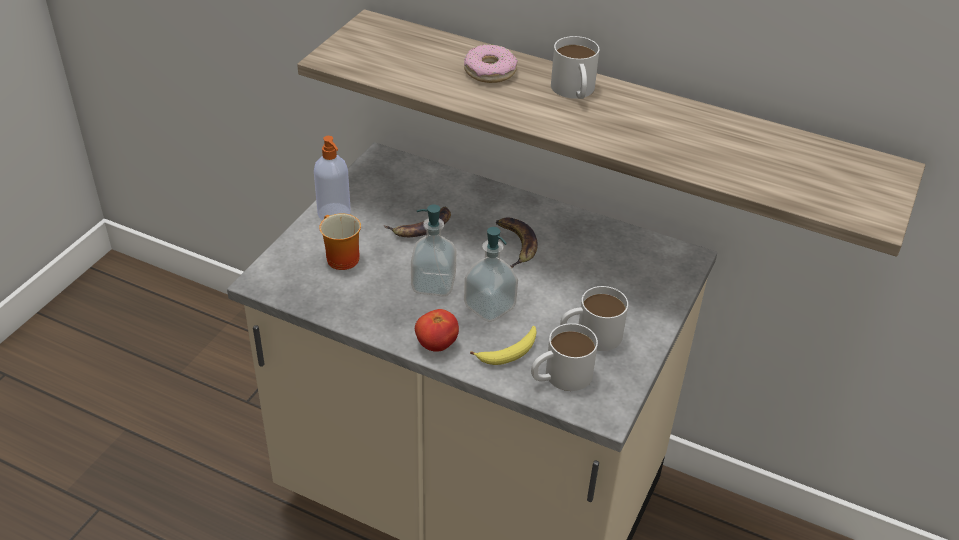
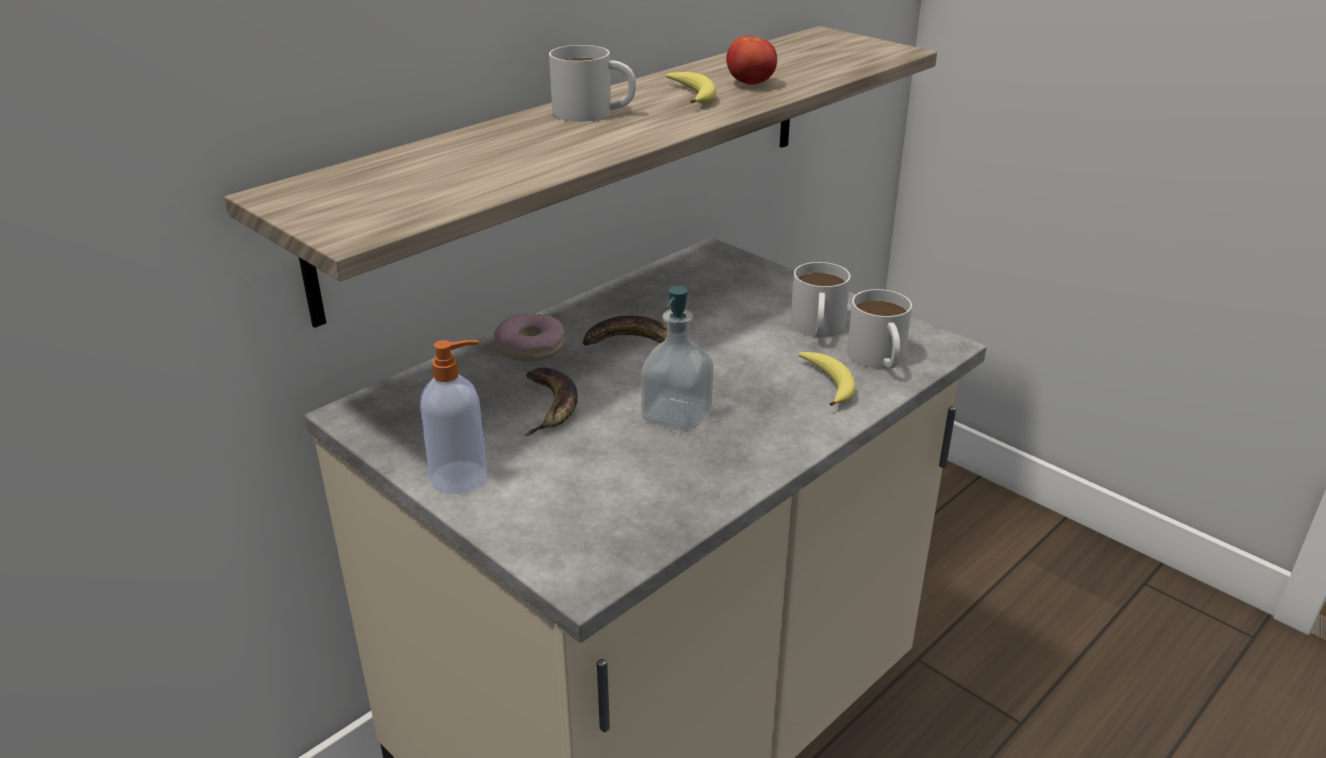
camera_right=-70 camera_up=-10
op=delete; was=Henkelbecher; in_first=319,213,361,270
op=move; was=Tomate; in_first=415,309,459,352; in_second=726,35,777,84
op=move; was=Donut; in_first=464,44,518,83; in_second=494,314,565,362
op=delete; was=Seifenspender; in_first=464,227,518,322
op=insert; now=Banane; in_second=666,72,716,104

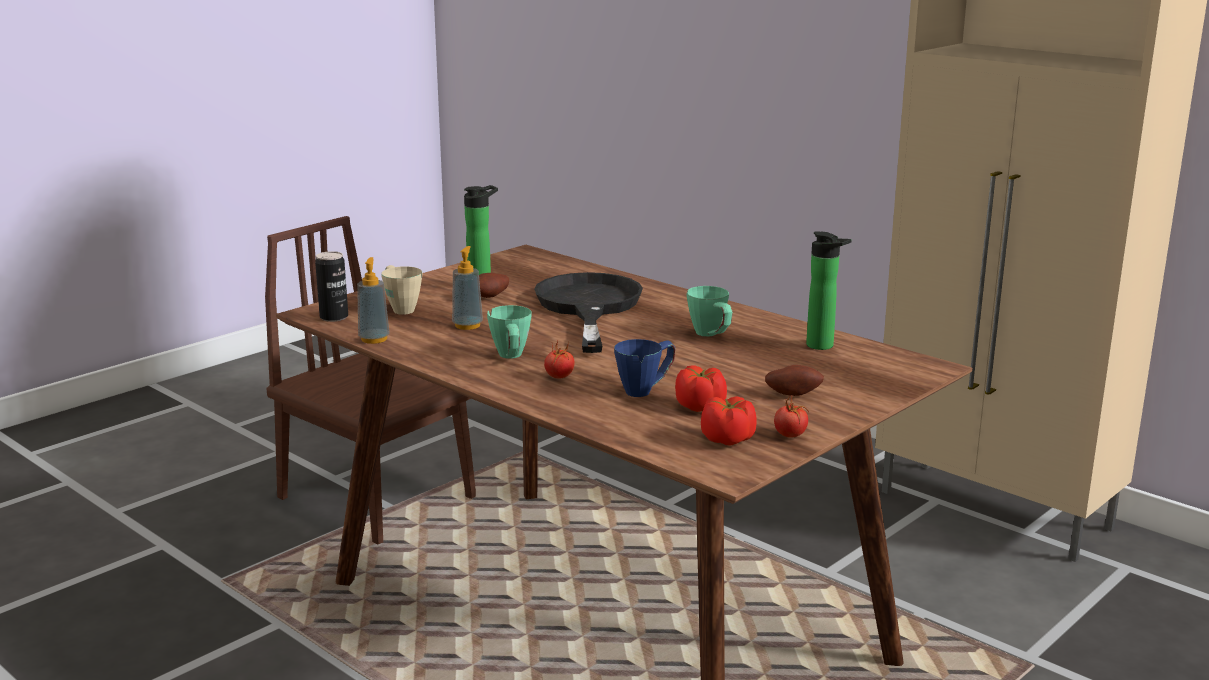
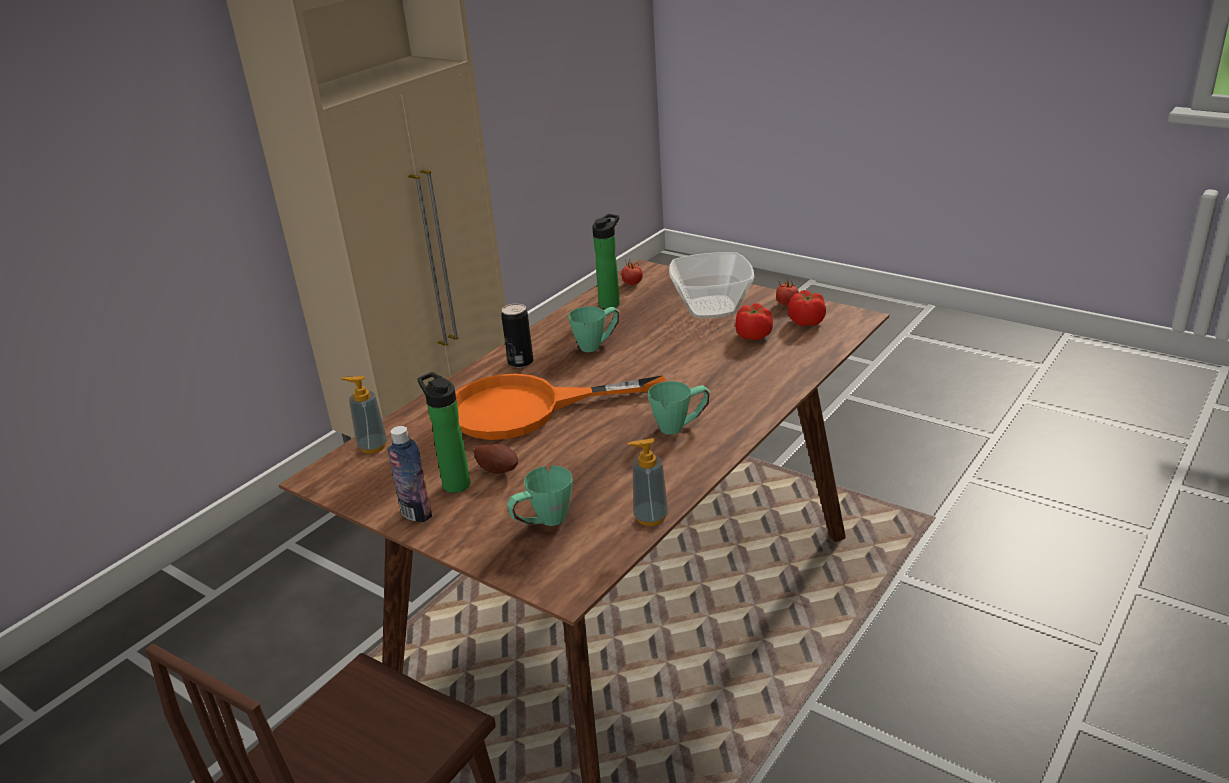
camera_right=-95 camera_up=10
op=move; was=Dose; in_first=315,251,348,322; in_second=501,303,533,368
op=recolor; was=Henkelbecher (beige); now=Henkelbecher (grün); in_first=381,265,422,315; in_second=507,466,573,526
op=move; was=Seifenspender; in_first=452,246,483,330; in_second=342,376,387,454
op=recolor; was=Pfanne (schwarz); now=Pfanne (orange); in_first=534,272,643,353; in_second=455,374,666,440
op=move; was=Tomate; in_first=544,341,575,378; in_second=621,260,643,285
op=delete; was=Henkelbecher (blau); in_first=614,339,675,397
op=replace; was=Kartoffel; now=Schüssel; in_first=765,365,824,396; in_second=669,252,755,319
op=insert; now=Flasche; in_second=387,426,432,522

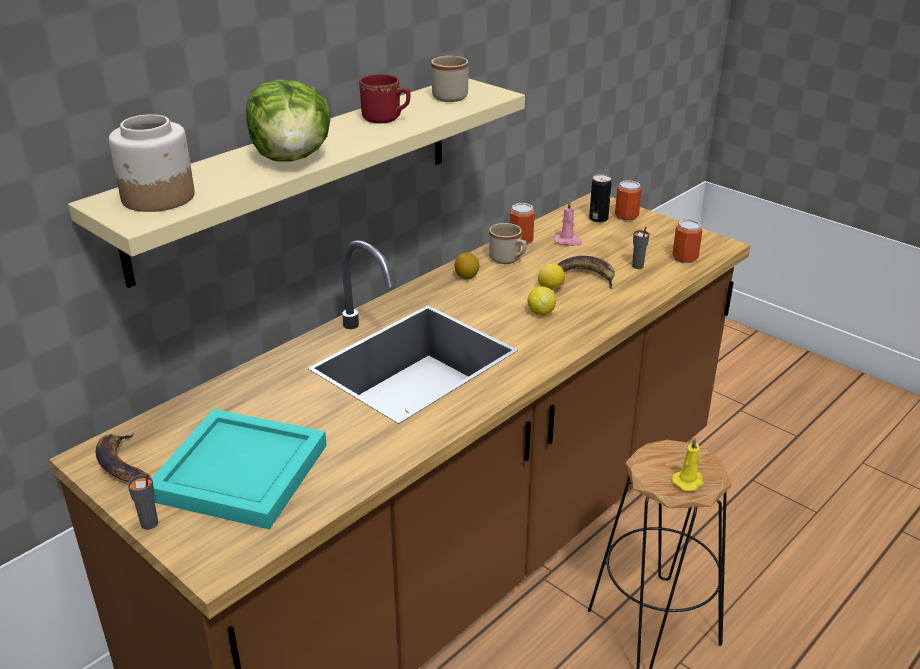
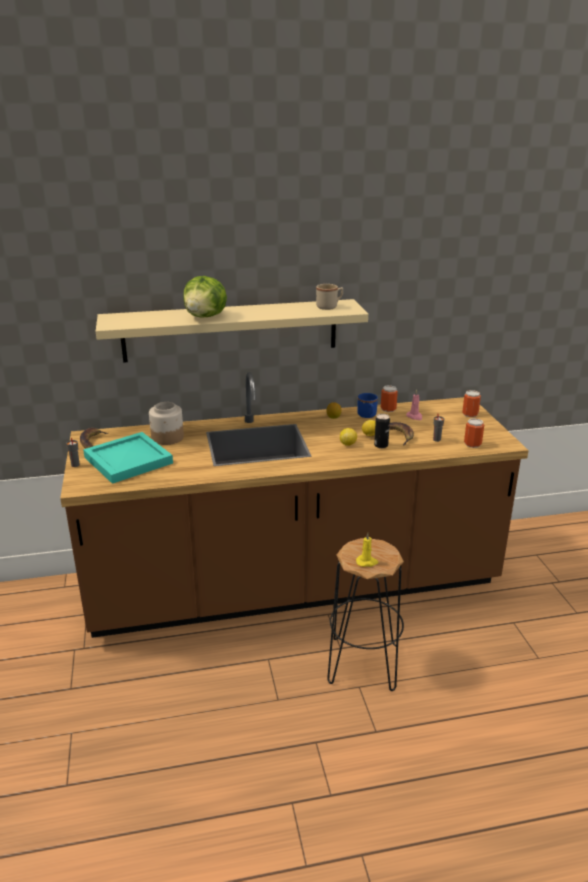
camera_right=35 camera_up=-5
op=move; was=Vorratsglas; in_first=109,114,194,212; in_second=149,402,184,445
op=delete; was=Henkelbecher (rot); in_first=359,74,410,123
op=recolor; was=Henkelbecher (beige); now=Henkelbecher (blau); in_first=489,223,527,264; in_second=357,393,378,418
op=move; was=Dose; in_first=589,174,612,223; in_second=374,414,390,448

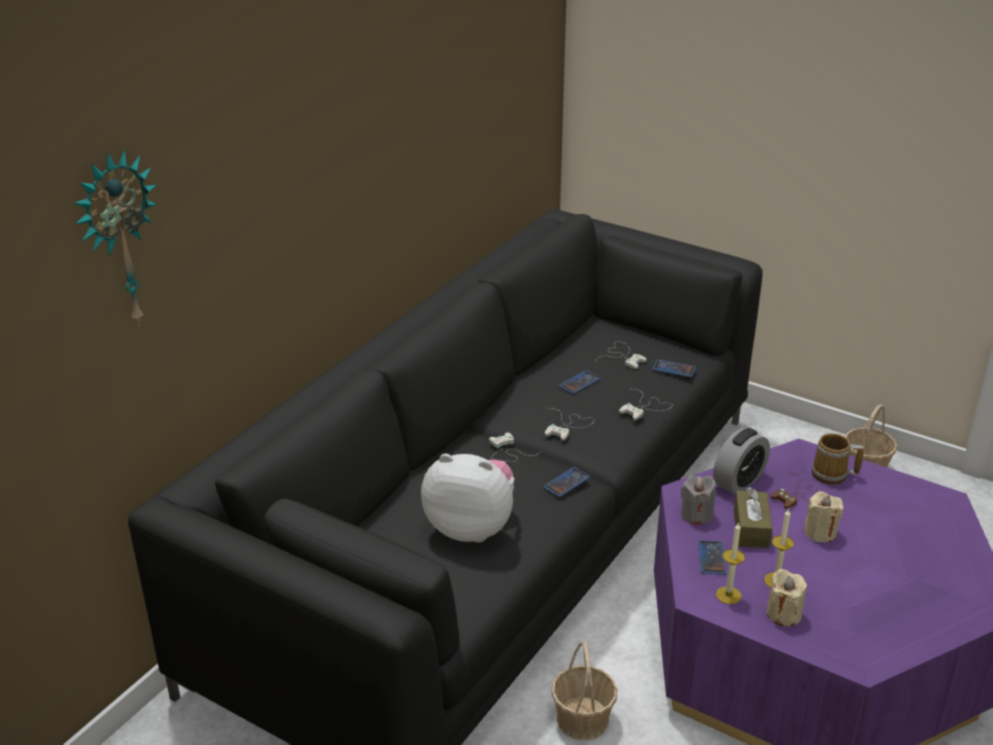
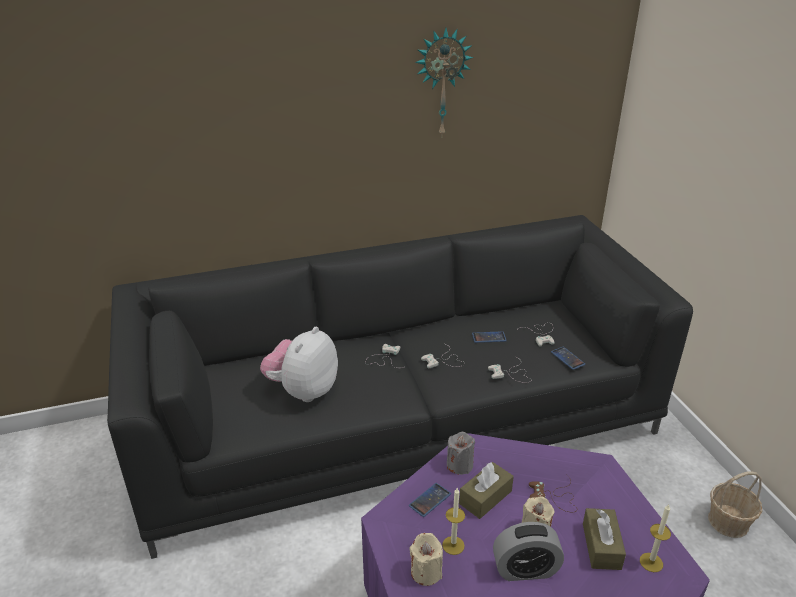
camera_right=40 camera_up=0
op=move; was=Wanduhr; in_first=74,149,157,326; in_second=415,28,473,137
op=rotate; was=Plüschtier; in_first=421,453,515,543; in_second=260,327,338,402; clockwise=-120
op=delete; was=Handy; in_first=543,467,590,497
op=delete; was=Korb; in_first=551,642,618,740
op=move; was=Wecker; in_first=713,428,770,495; in_second=493,522,564,581
op=move; was=Kerze; in_first=716,522,745,604; in_second=640,505,671,572
op=delete; was=Henkelbecher; in_first=812,433,864,485
op=insert; now=Taschentuchbox (braun); in_second=583,508,626,570

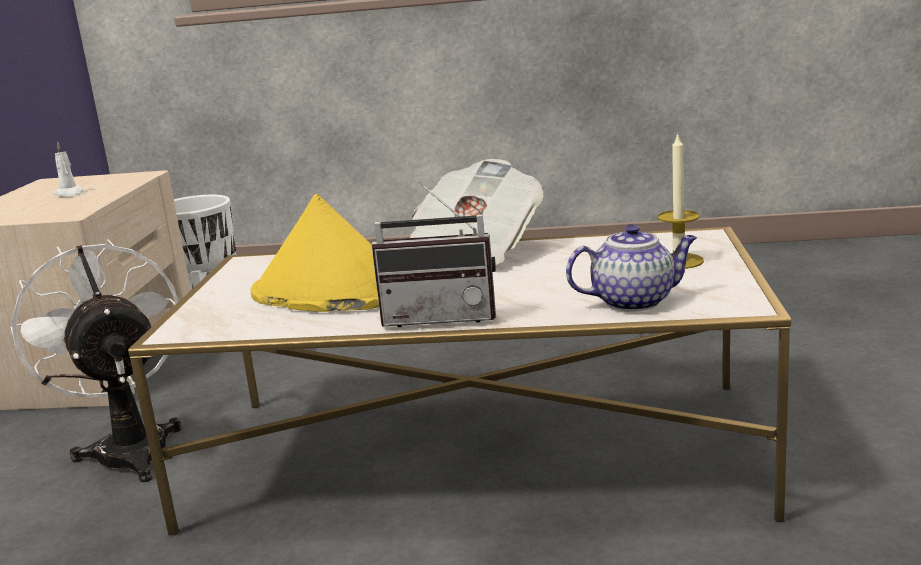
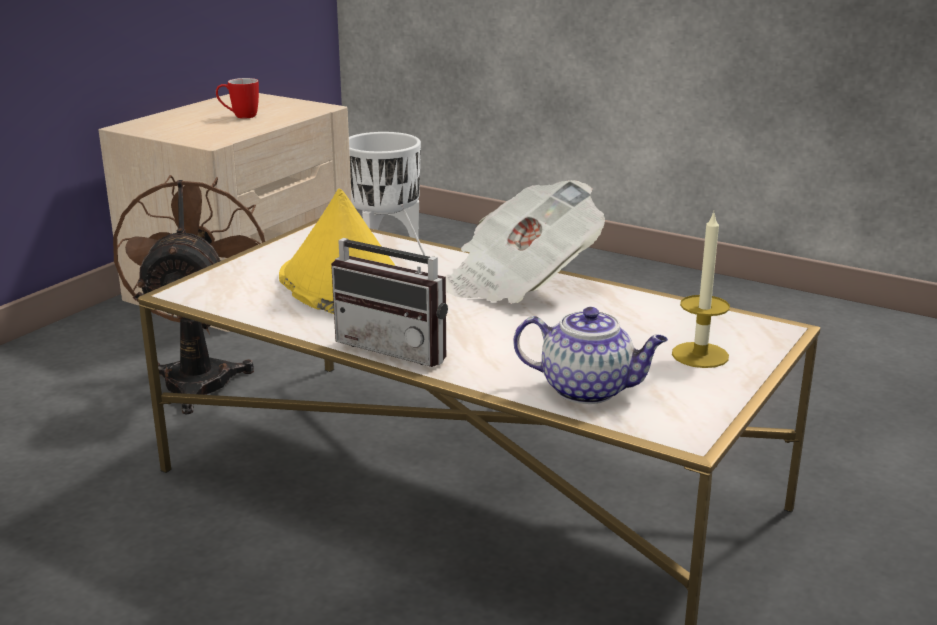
camera_right=25 camera_up=5
op=recolor; was=Ventilator (weiß); now=Ventilator (braun); in_first=11,239,182,482; in_second=113,175,265,414
op=replace; was=Kerze (weiß); now=Henkelbecher; in_first=53,141,83,197; in_second=216,78,259,118

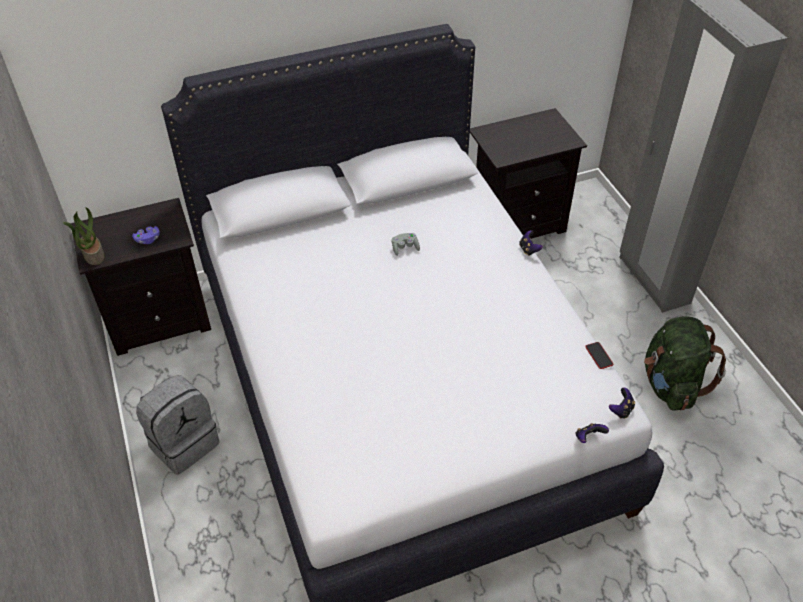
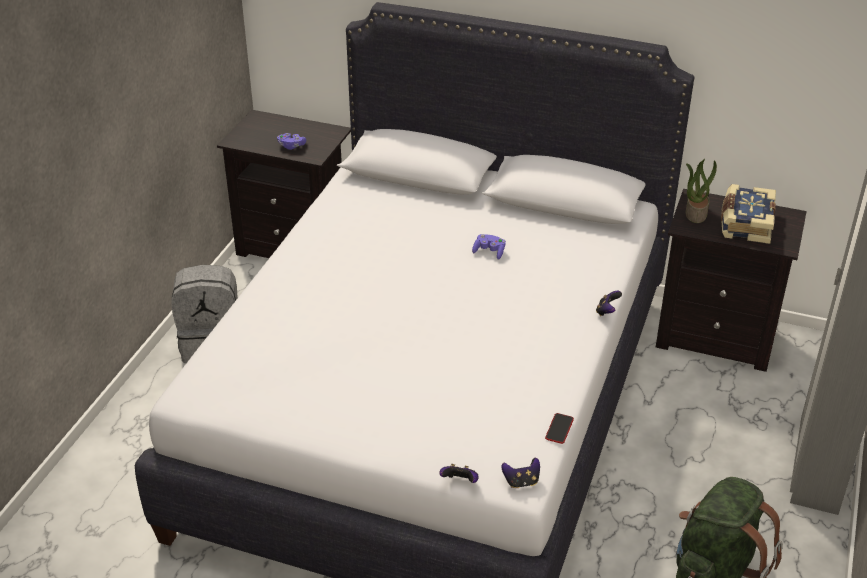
camera_right=40 camera_up=-10
op=move; was=Topfpflanze; in_first=63,207,104,265; in_second=686,159,717,223
op=recolor; was=Gamepad (grau); now=Gamepad (lila); in_first=391,233,420,256; in_second=472,234,506,260
op=insert; now=Buch; in_second=721,184,776,244

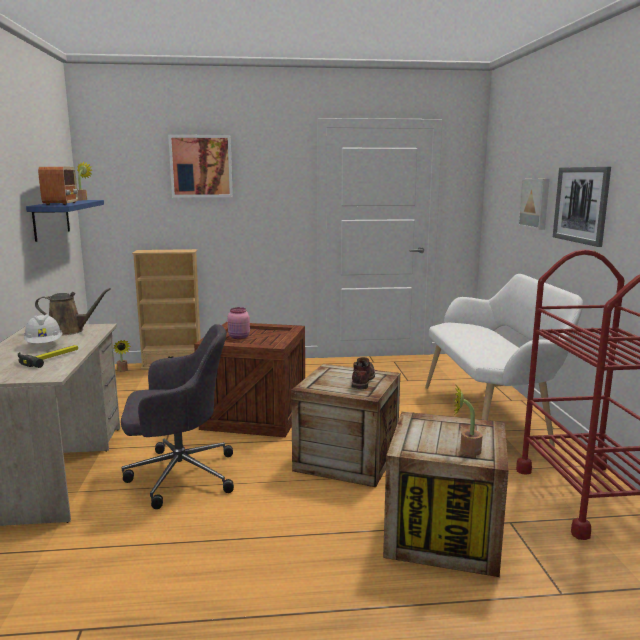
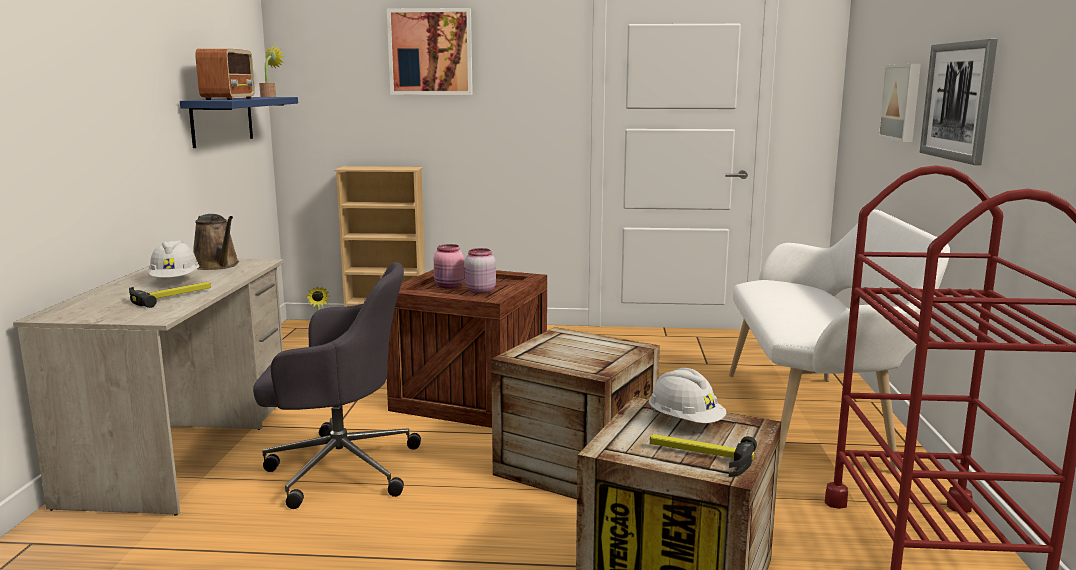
camera_right=10 camera_up=0
op=rotate; was=Gießkanne (braun); in_first=35,288,111,336; in_second=193,214,239,270; clockwise=45
op=delete; was=Stiefel (braun); in_first=352,357,375,389
op=replace; was=Topfpflanze; now=Hammer; in_first=454,386,483,456; in_second=650,434,757,477
op=insert; now=Vorratsglas (rosa); in_second=465,248,496,294
op=insert; now=Schutzhelm (weiß); in_second=649,368,727,423

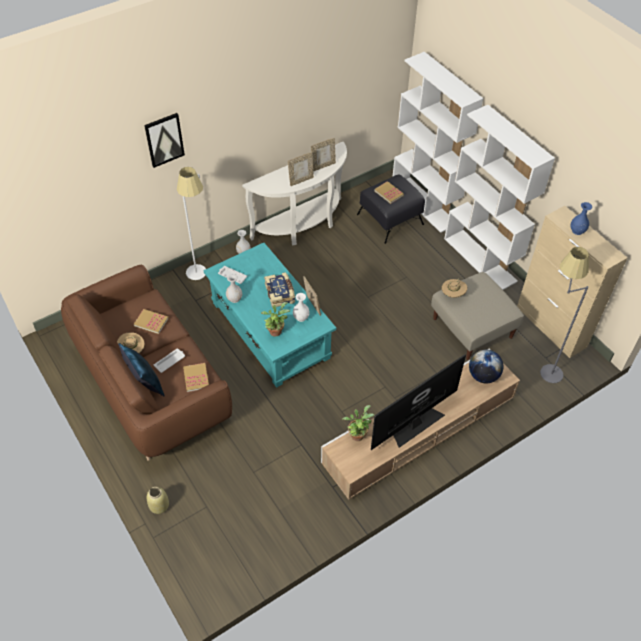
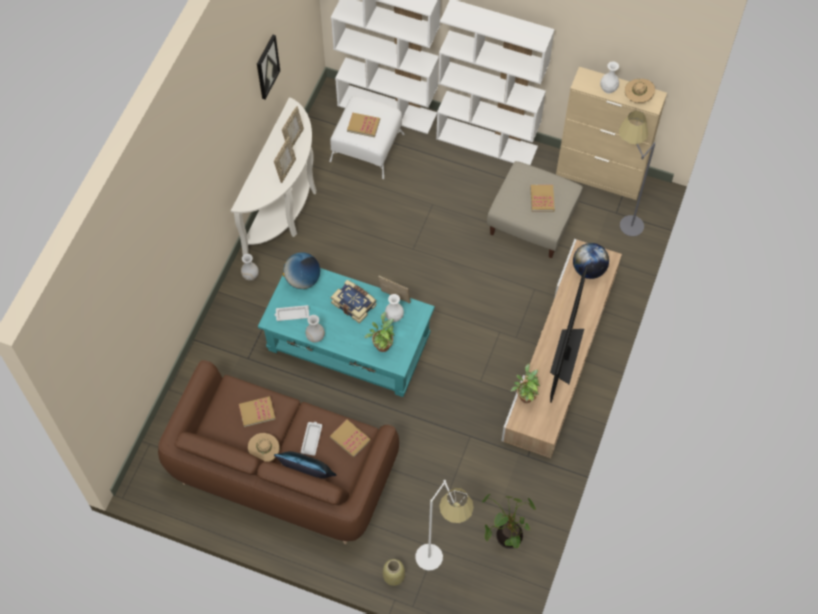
camera_right=-35 camera_up=10
op=move; was=Bild; in_first=144,113,185,168; in_second=257,34,280,99
op=move; was=Stehlampe (weiß); in_first=177,167,206,280; in_second=415,480,474,571
op=recolor; was=Polsterhocker (schwarz); now=Polsterhocker (weiß); in_first=357,175,425,244; in_second=329,96,405,179
op=move; was=Hut (beige); in_first=442,278,467,298; in_second=625,78,655,103
op=recolor; was=Vase (blau); now=Vase (weiß); in_first=570,202,592,235; in_second=600,61,619,94
op=insert; now=Globus; in_second=283,252,320,289
op=insert; now=Topfpflanze; in_second=482,494,536,549
op=insert; now=Buch; in_second=530,185,555,212

